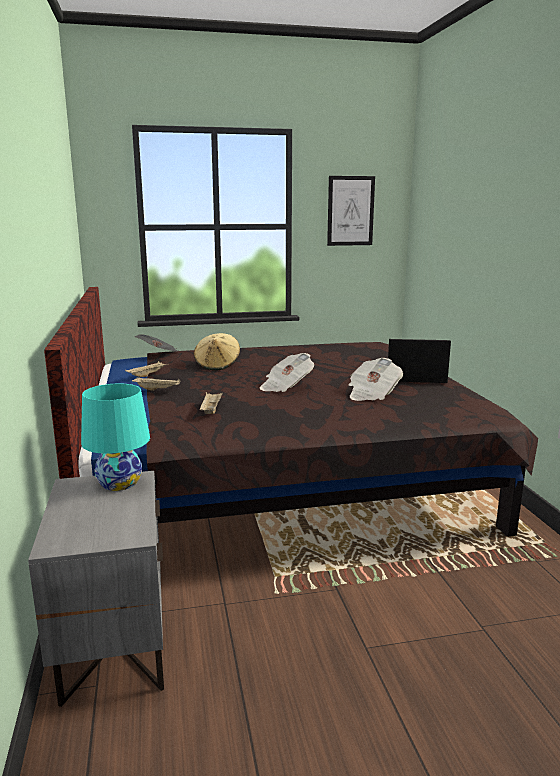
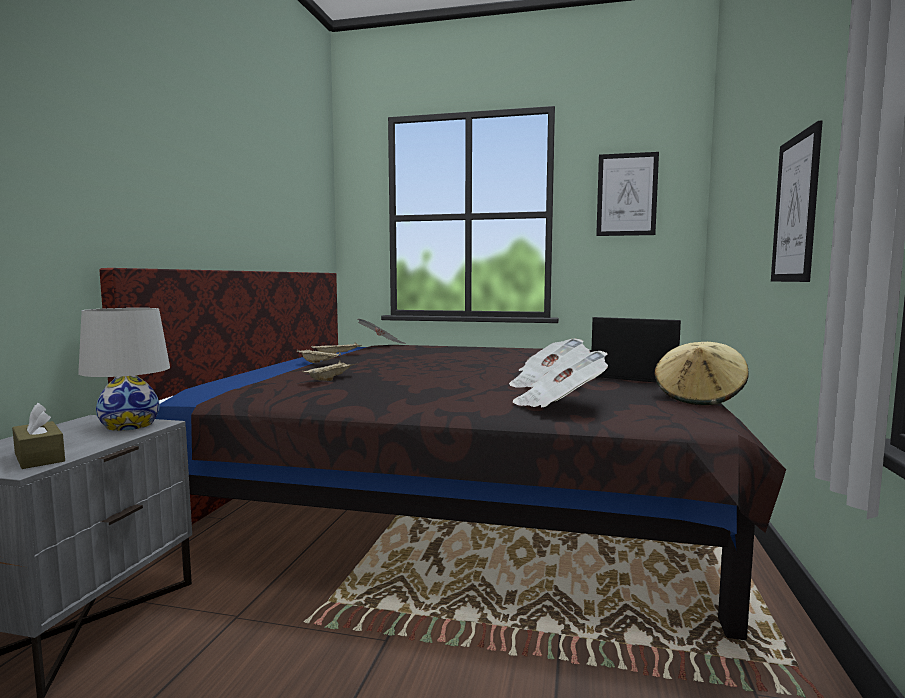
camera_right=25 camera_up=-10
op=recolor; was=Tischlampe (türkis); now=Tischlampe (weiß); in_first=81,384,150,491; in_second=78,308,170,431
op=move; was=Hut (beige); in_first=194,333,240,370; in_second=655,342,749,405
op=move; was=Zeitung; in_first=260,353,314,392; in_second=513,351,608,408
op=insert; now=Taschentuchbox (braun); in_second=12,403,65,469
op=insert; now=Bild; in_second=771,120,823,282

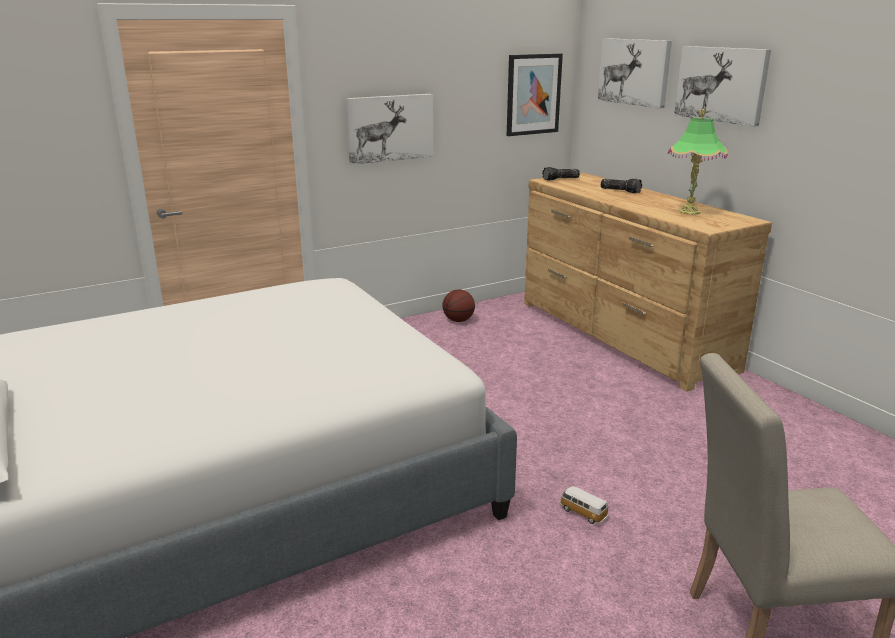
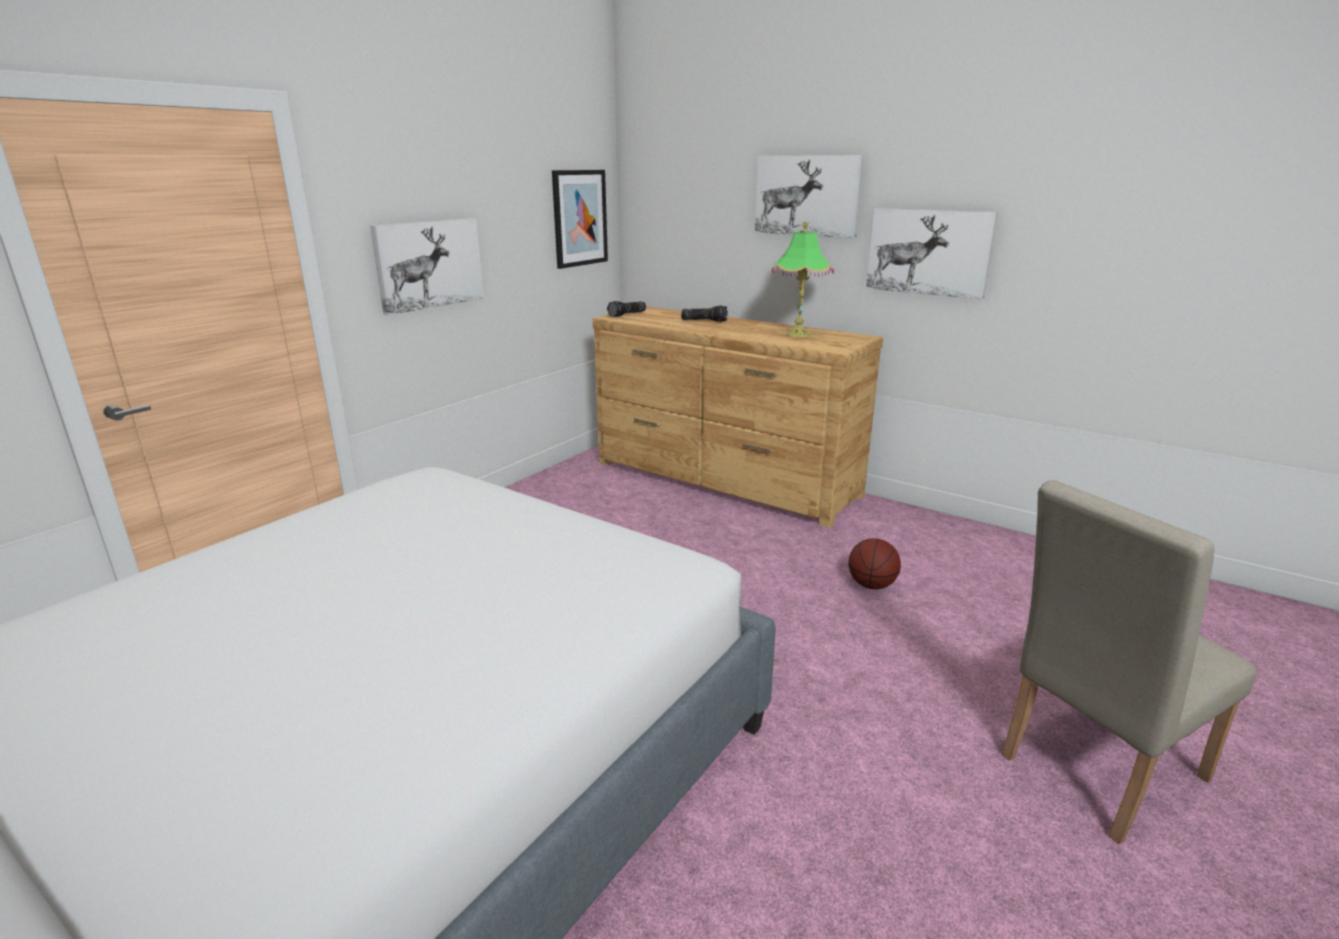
camera_right=-25 camera_up=0
op=move; was=Basketball; in_first=442,289,475,322; in_second=848,538,901,589
op=delete; was=Spielzeugauto; in_first=559,486,608,524
op=move; was=Bild; in_first=598,38,672,108; in_second=866,208,998,299

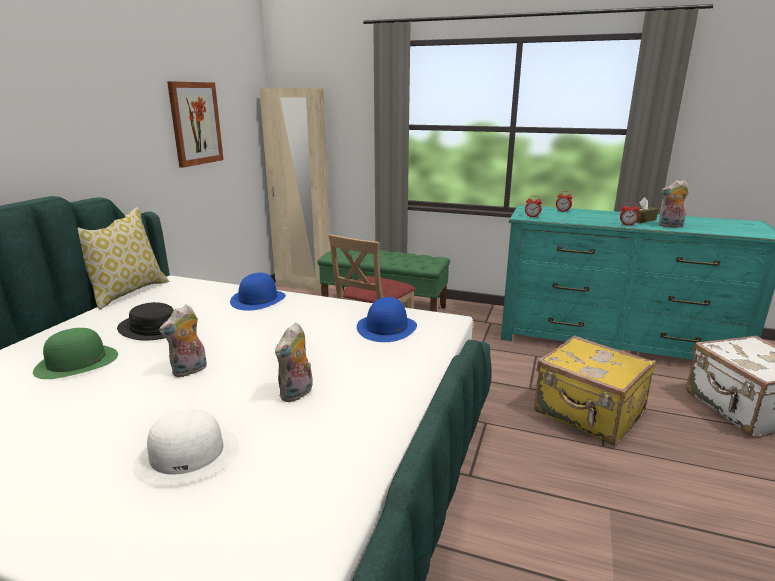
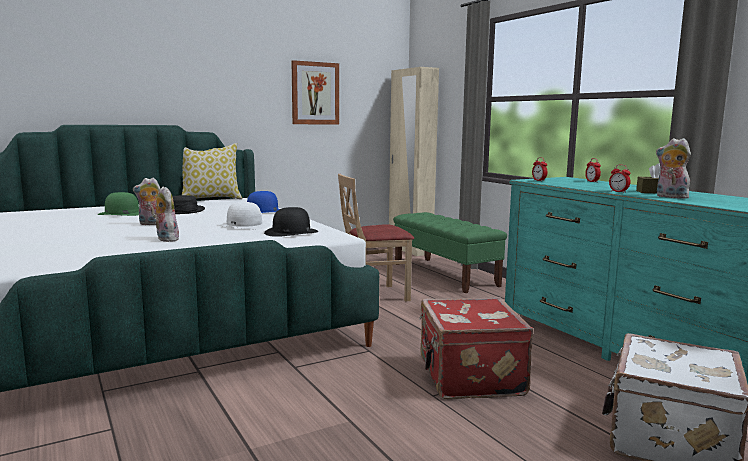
camera_right=40 camera_up=-10
op=move; was=Hut (weiß); in_first=133,409,239,485; in_second=219,202,270,229
op=rotate; was=Plüschtier; in_first=275,323,313,402; in_second=152,187,179,242; clockwise=75
op=recolor; was=Hut (blau); now=Hut (schwarz); in_first=357,297,417,342; in_second=264,207,318,237
op=recolor; was=Koffer (gelb); now=Koffer (rot); in_first=534,335,656,446; in_second=419,297,534,399

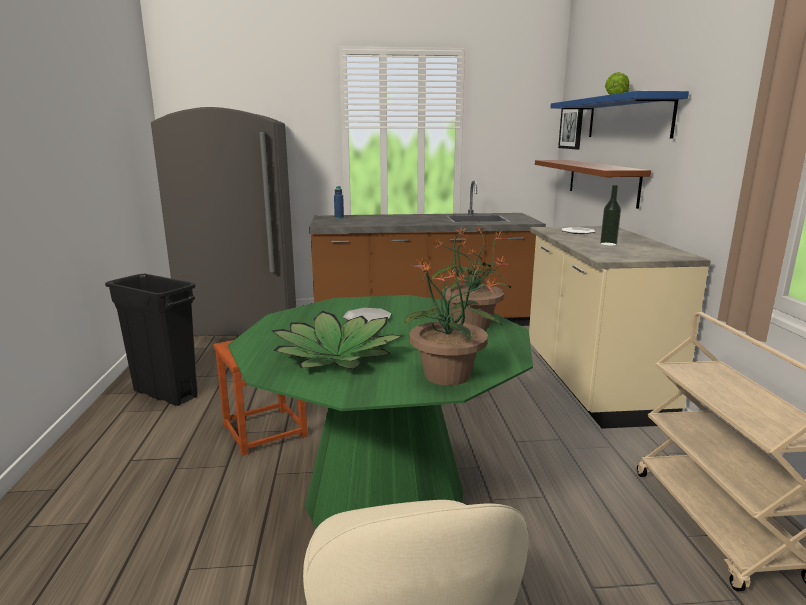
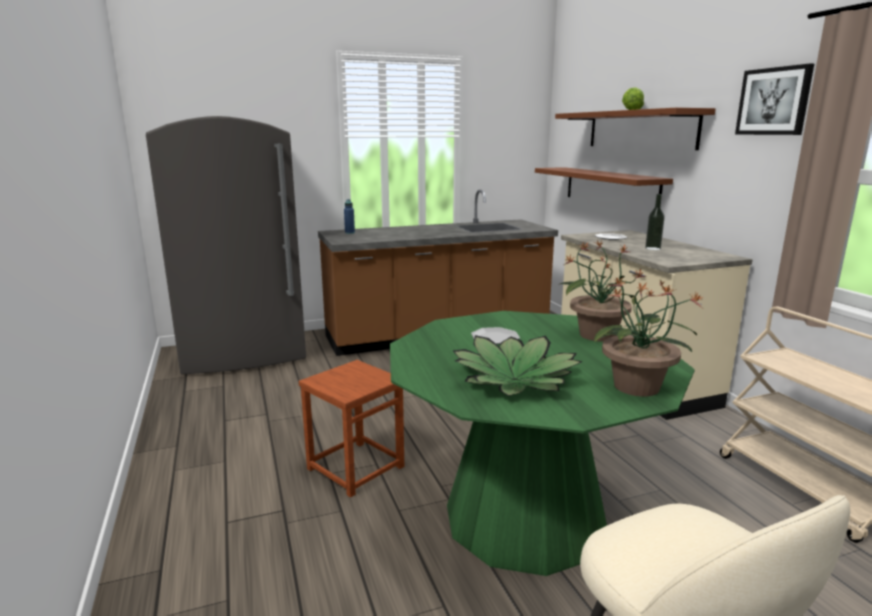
camera_right=-15 camera_up=0
op=delete; was=Mülleimer (schwarz); in_first=105,274,198,406
op=recolor; was=Wandregal (blau); now=Wandregal (braun); in_first=550,91,689,139; in_second=555,108,716,150
op=move; was=Bild; in_first=558,109,583,149; in_second=735,63,814,135

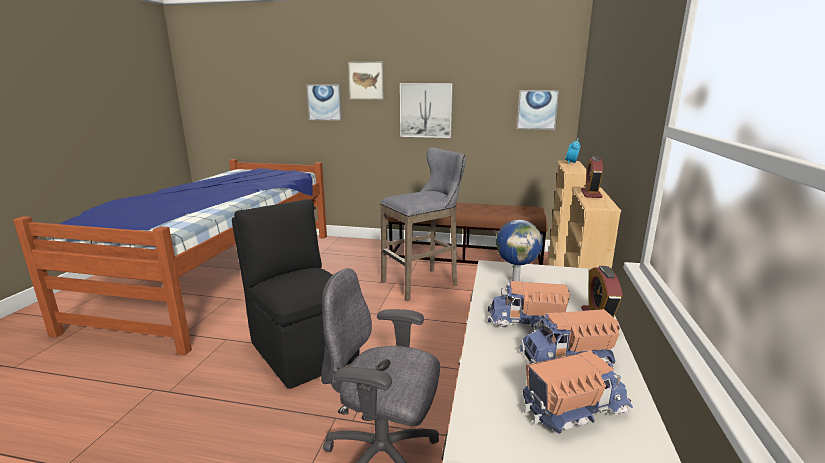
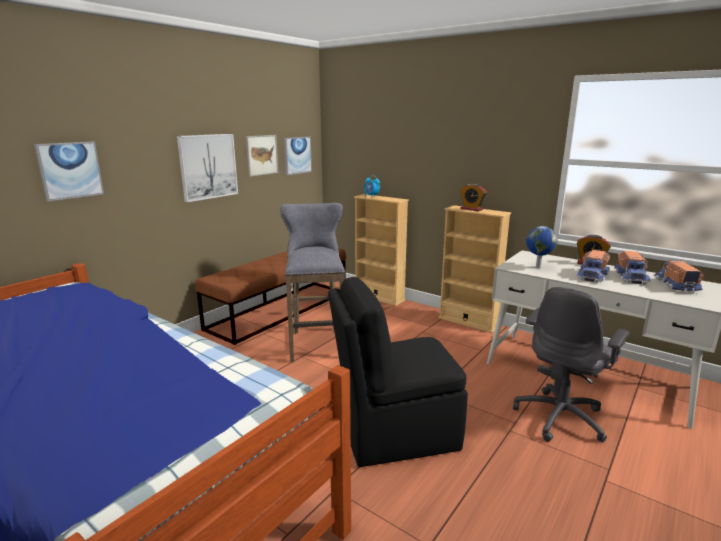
camera_right=-65 camera_up=0
op=move; was=Bild; in_first=348,62,384,99; in_second=246,135,278,177

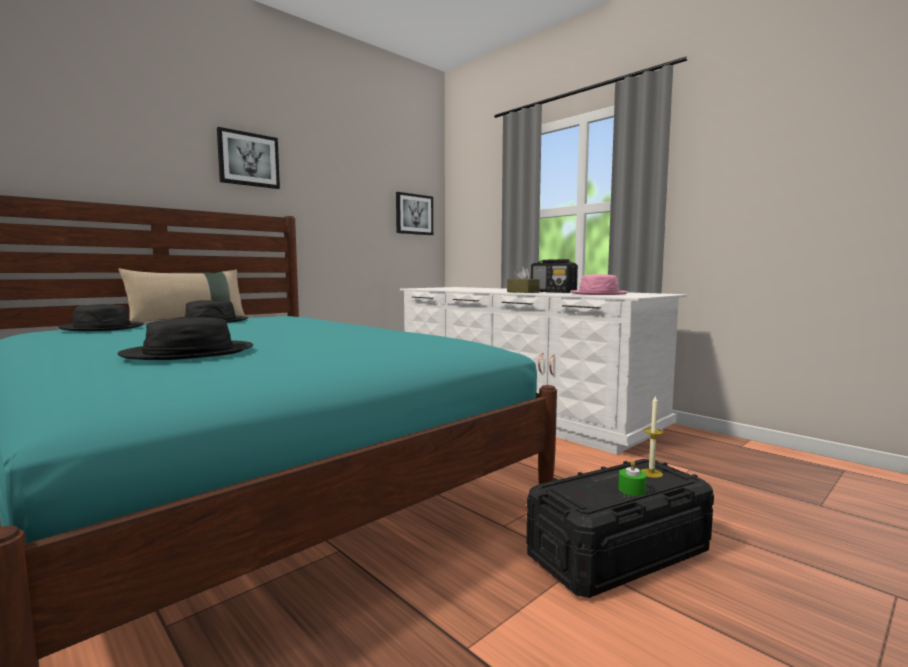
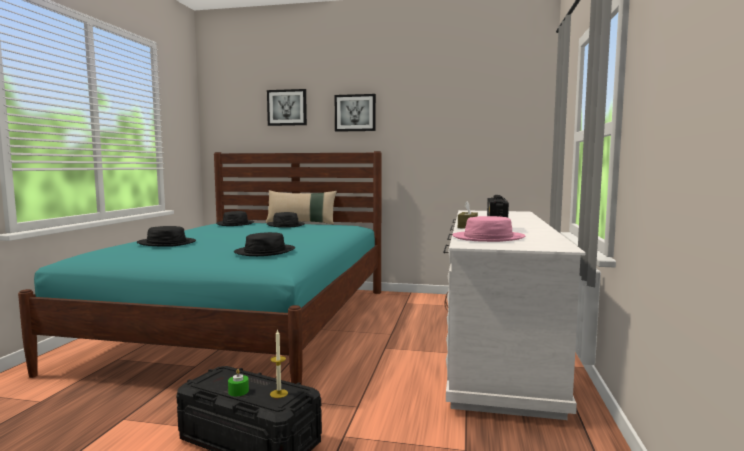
camera_right=55 camera_up=0
op=move; was=Bild; in_first=396,192,433,235; in_second=267,89,307,126
op=insert; now=Hut (schwarz); in_second=234,232,295,256

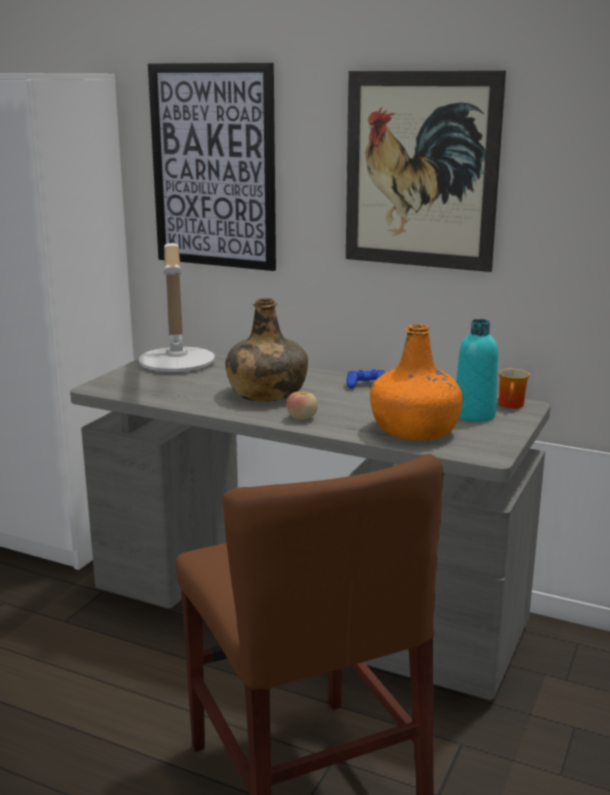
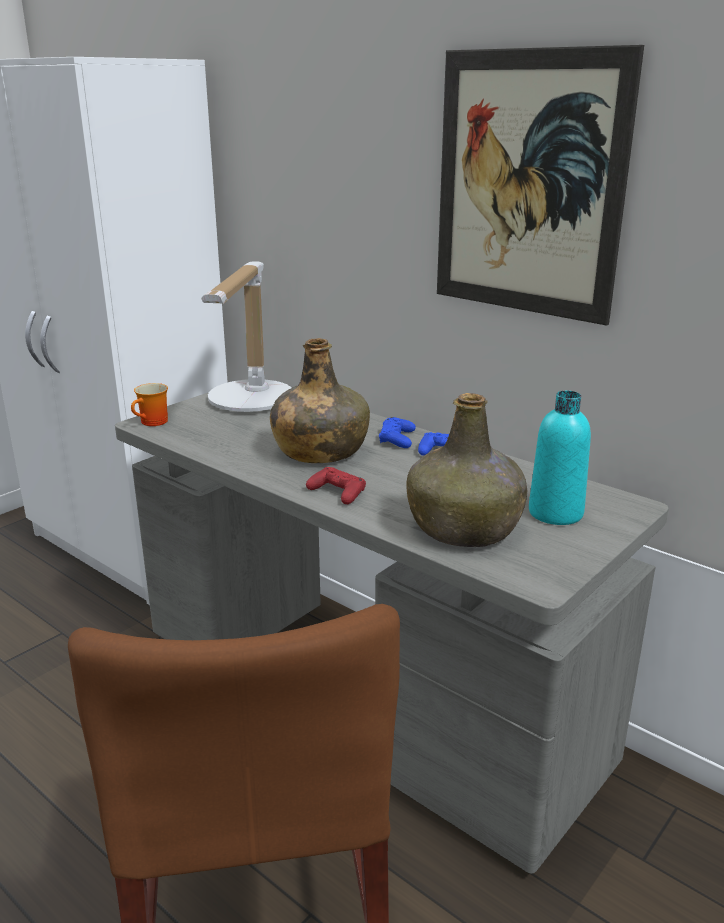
camera_right=15 camera_up=5
op=delete; was=Bild; in_first=148,63,276,271
op=replace; was=Apfel; now=Gamepad (rot); in_first=286,391,318,420; in_second=306,467,366,504
op=recolor; was=Flasche (orange); now=Flasche (grün); in_first=370,324,463,441; in_second=406,393,528,547
op=move; was=Henkelbecher; in_first=498,368,530,409; in_second=131,383,168,426
op=insert; now=Gamepad (blau); in_second=379,417,416,448

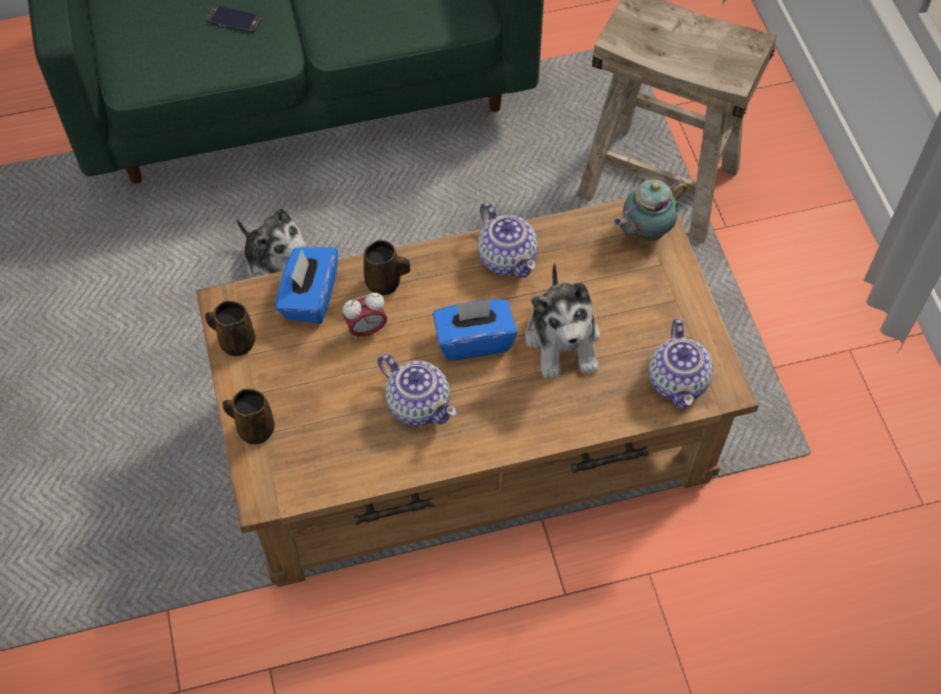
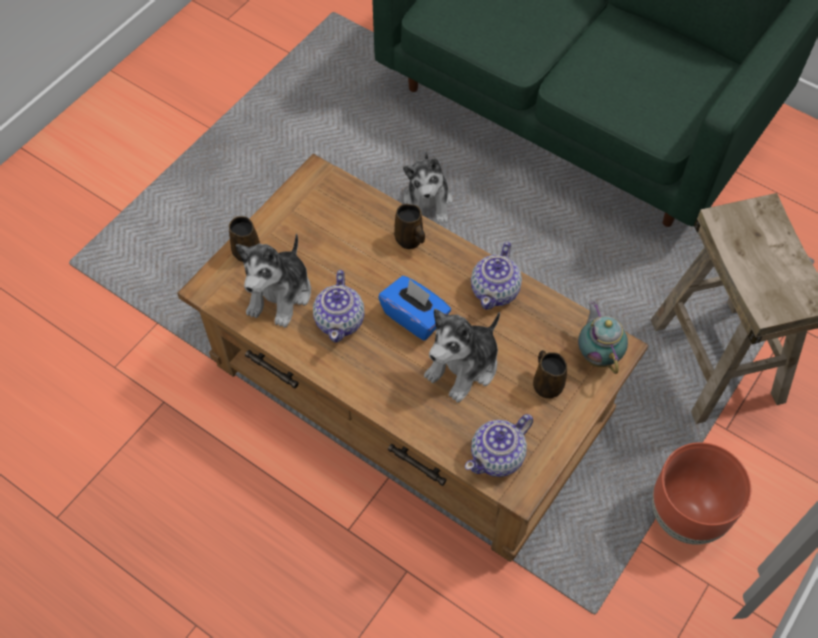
camera_right=50 camera_up=0
op=move; was=Henkelbecher (braun); in_first=205,301,255,356; in_second=533,350,567,399
op=delete; was=Handy; in_first=207,5,261,33
op=delete; was=Taschentuchbox (blau); in_first=276,247,338,324
op=delete; was=Wecker; in_first=343,293,387,340
op=rotate; was=Teekanne; in_first=613,179,687,241; in_second=578,301,628,374; clockwise=60
op=insert; now=Plüschtier; in_second=236,233,311,328
op=insert; now=Pflanzkübel (braun); in_second=652,442,751,545

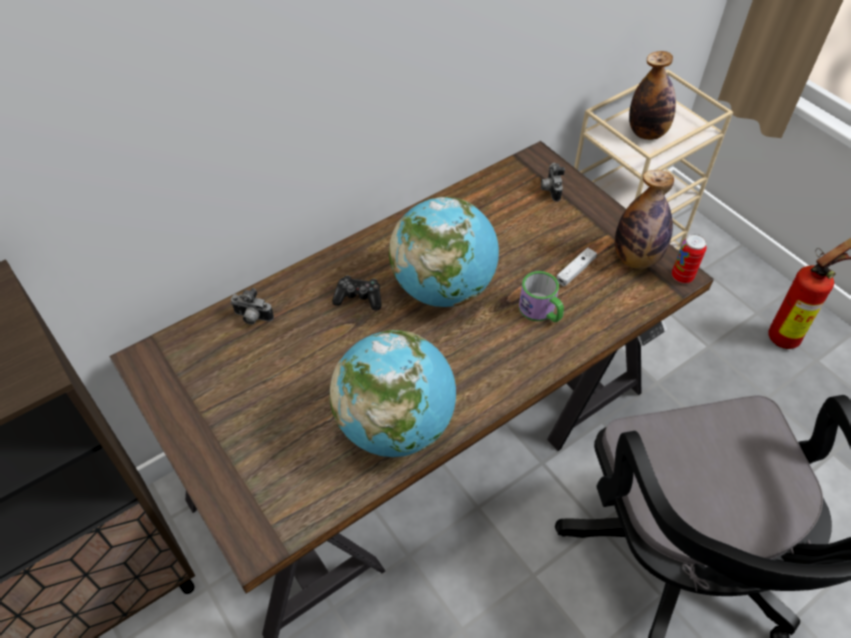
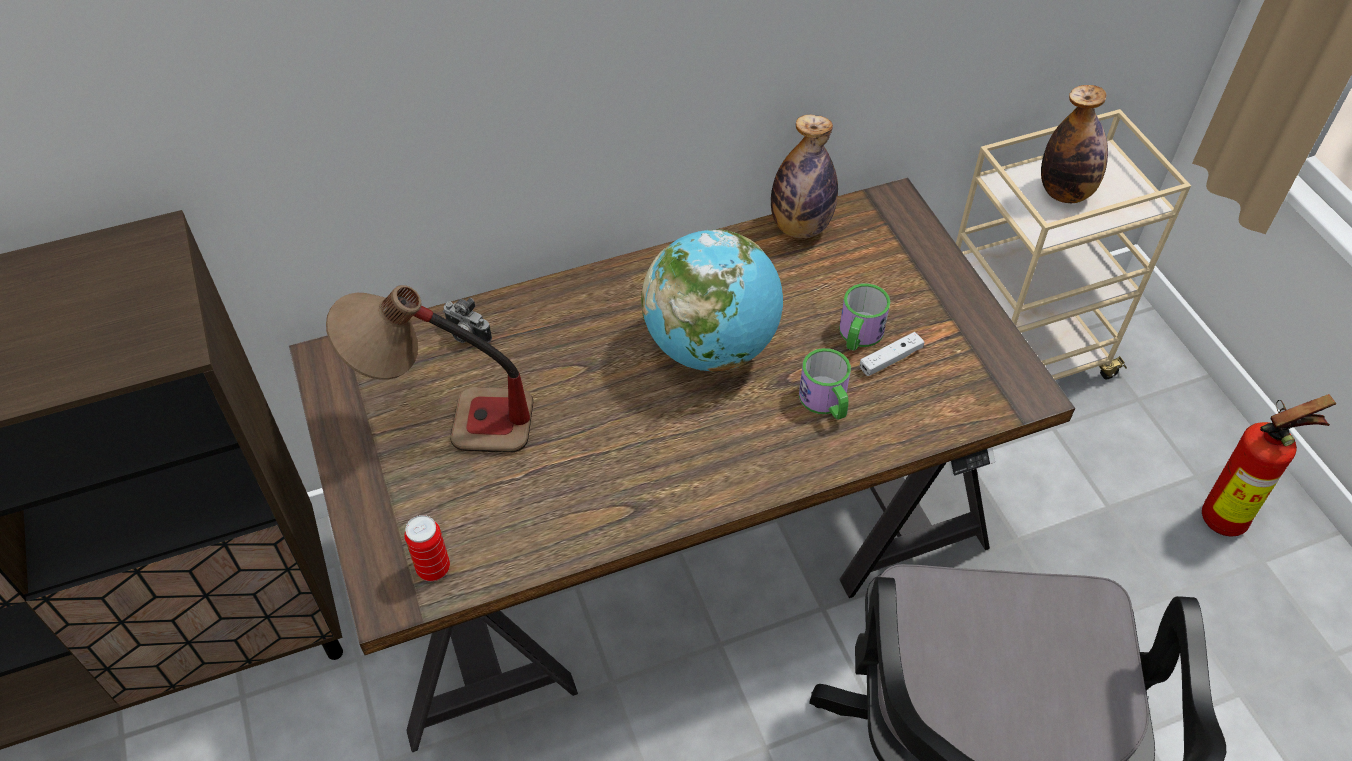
camera_right=15 camera_up=0
op=delete; was=Globus; in_first=330,330,456,457
op=delete; was=Gamepad; in_first=332,275,381,310
op=delete; was=Kamera; in_first=541,163,565,202
op=move; was=Flasche; in_first=615,170,674,269; in_second=771,115,838,238
op=move; was=Dose; in_first=672,234,706,284; in_second=404,515,450,581
op=insert; now=Tischlampe; in_second=326,285,533,453
op=insert; now=Henkelbecher; in_second=839,283,890,351

